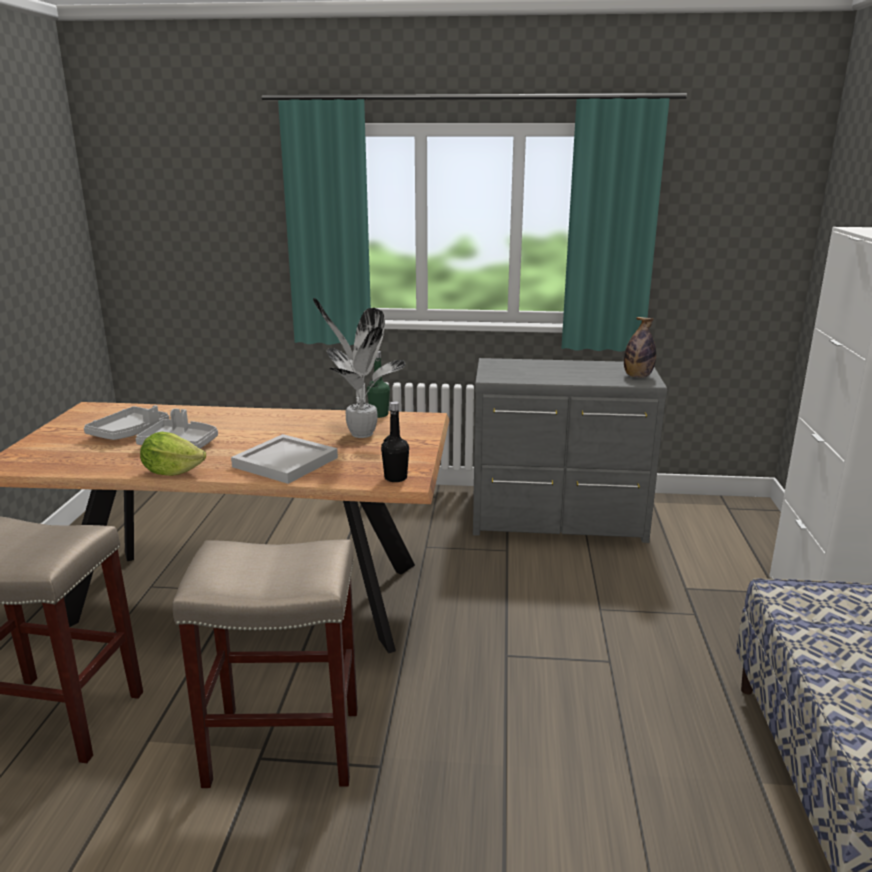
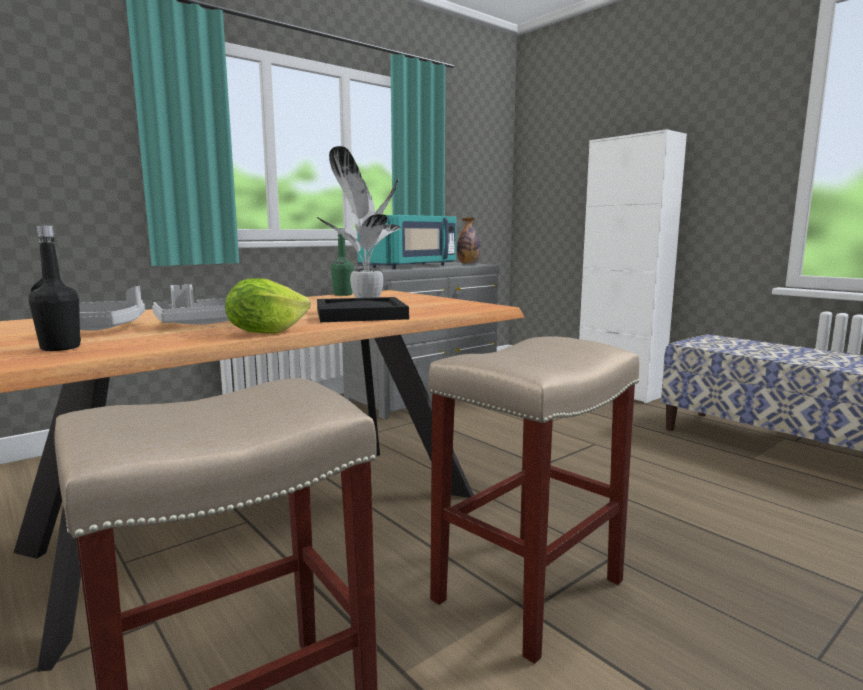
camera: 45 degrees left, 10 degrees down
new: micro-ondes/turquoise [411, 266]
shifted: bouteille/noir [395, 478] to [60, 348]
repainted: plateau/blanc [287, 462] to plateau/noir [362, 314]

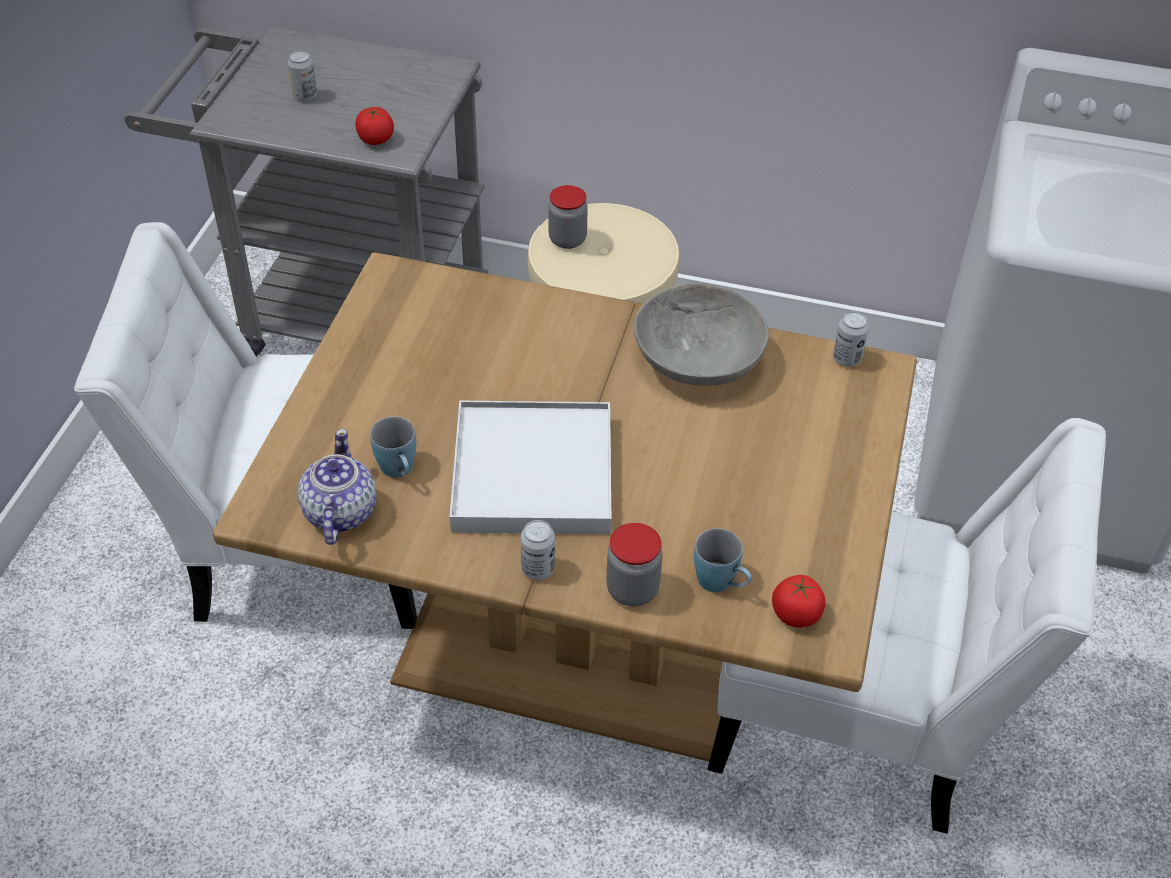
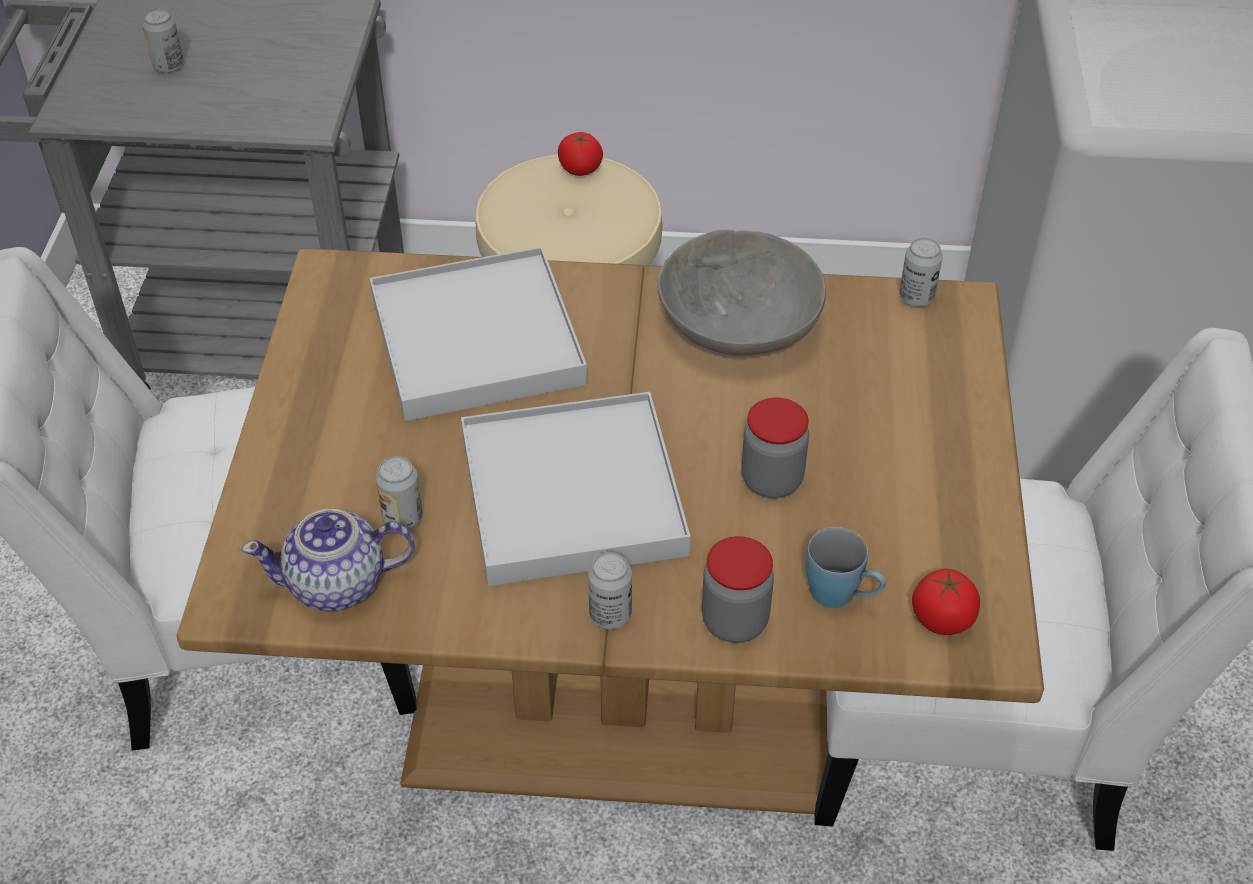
camera: 10 degrees left, 0 degrees up
new: plateau/blanc [477, 341]
shifted: tomate [375, 139] to [580, 169]; bocal [567, 239] to [771, 480]
swapped: mug/bleu [399, 471] to boîte métallique [403, 518]
rotated: théière [339, 513] = [338, 584] 90 degrees counterclockwise

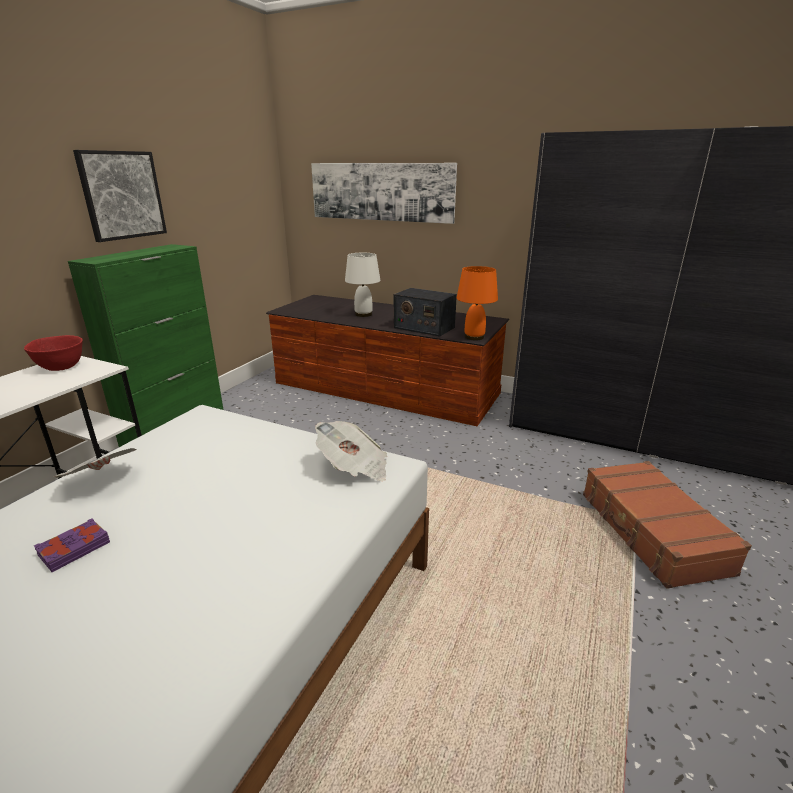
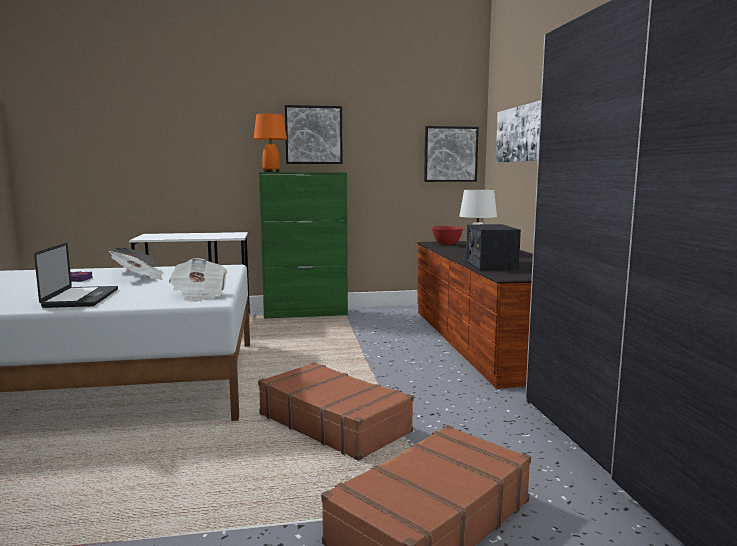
camera: 55 degrees right, 15 degrees down
new: ordinateur portable [81, 298]; journal [138, 279]; valise/marron [334, 423]; tableau [450, 154]
shifted: bol/rouge [61, 367] to [446, 244]; lampe de table/orange [473, 337] to [271, 172]

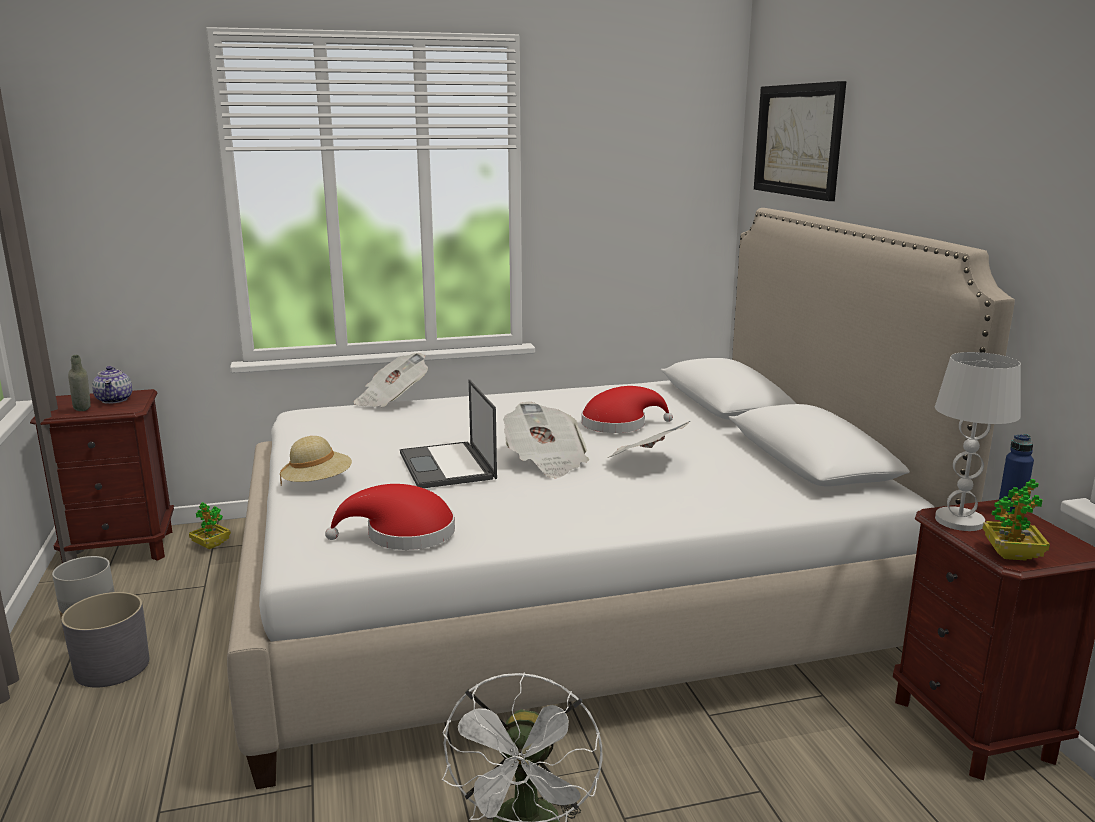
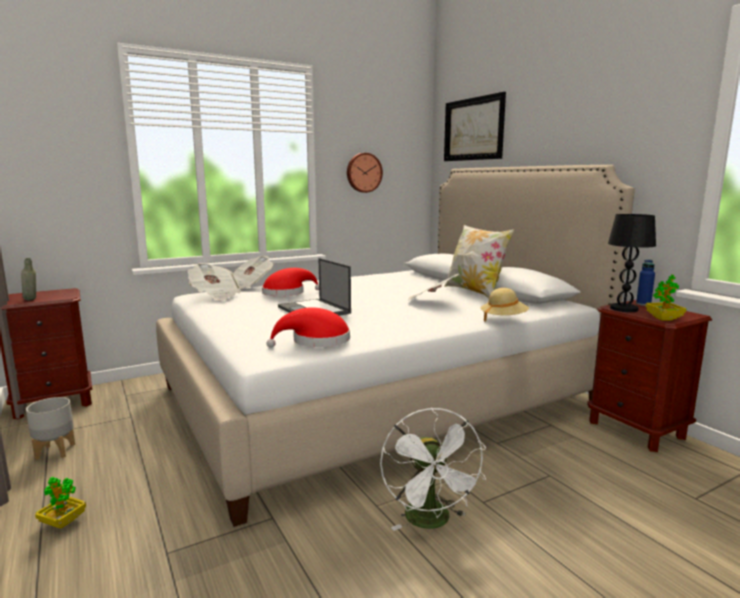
camera: 15 degrees left, 5 degrees down
gone: cache-pot/gris [112, 667]; théière [115, 399]
new: horloge murale [363, 172]; coussin [475, 292]
shifted: plante en pot [211, 545] to [63, 522]; chapeau/beige [317, 483] to [503, 319]; journal [546, 462] to [215, 295]; chapeau/rouge [619, 424] to [287, 293]
repainted: lampe de table/blanc [959, 521] to lampe de table/noir [624, 309]

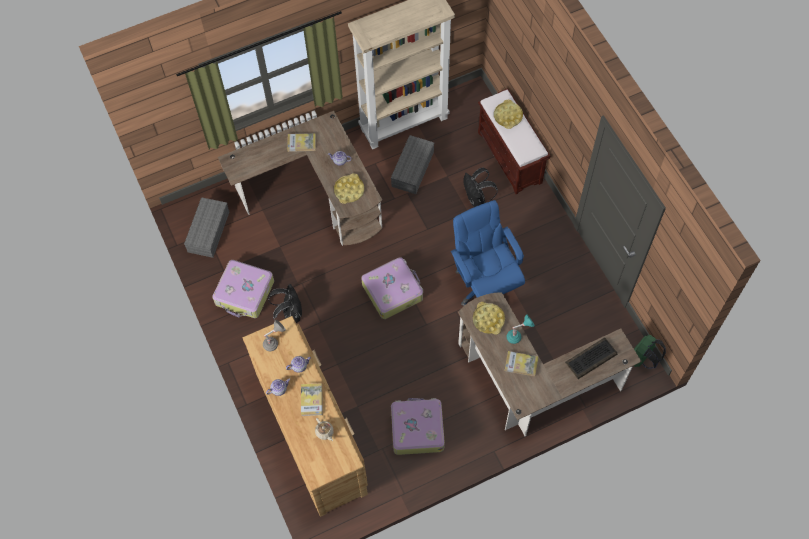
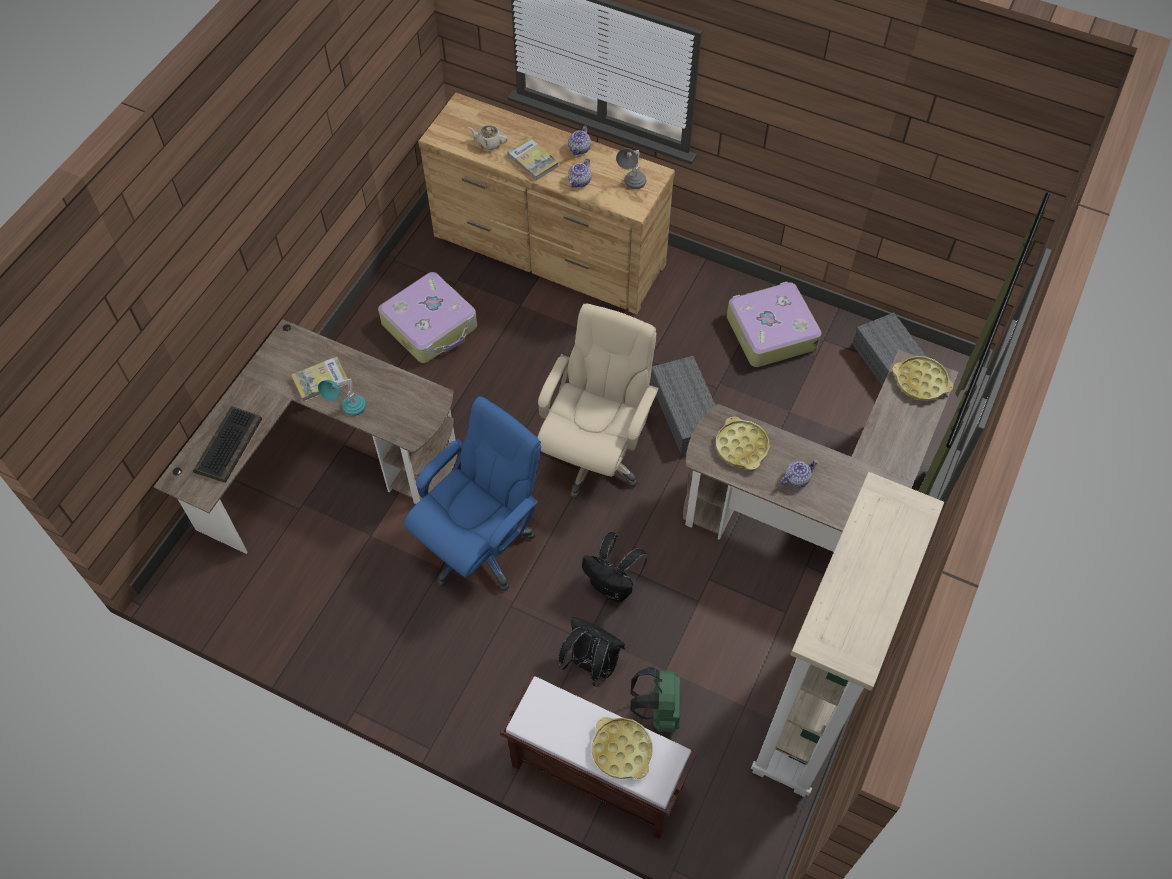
camera: 140 degrees right, 5 degrees down
gone: livre [301, 143]
shifted: sac à dos/noir [290, 314] to [613, 586]; boîte de rangement/gris [412, 168] to [687, 413]; plateau/jaune [488, 319] to [921, 382]; sac à dos/vert [642, 359] to [658, 710]
swapped: valise [393, 291] to chaise de bureau/beige [595, 454]
rotated: chaise de bureau/bleu [485, 284] = [480, 545] 75 degrees counterclockwise

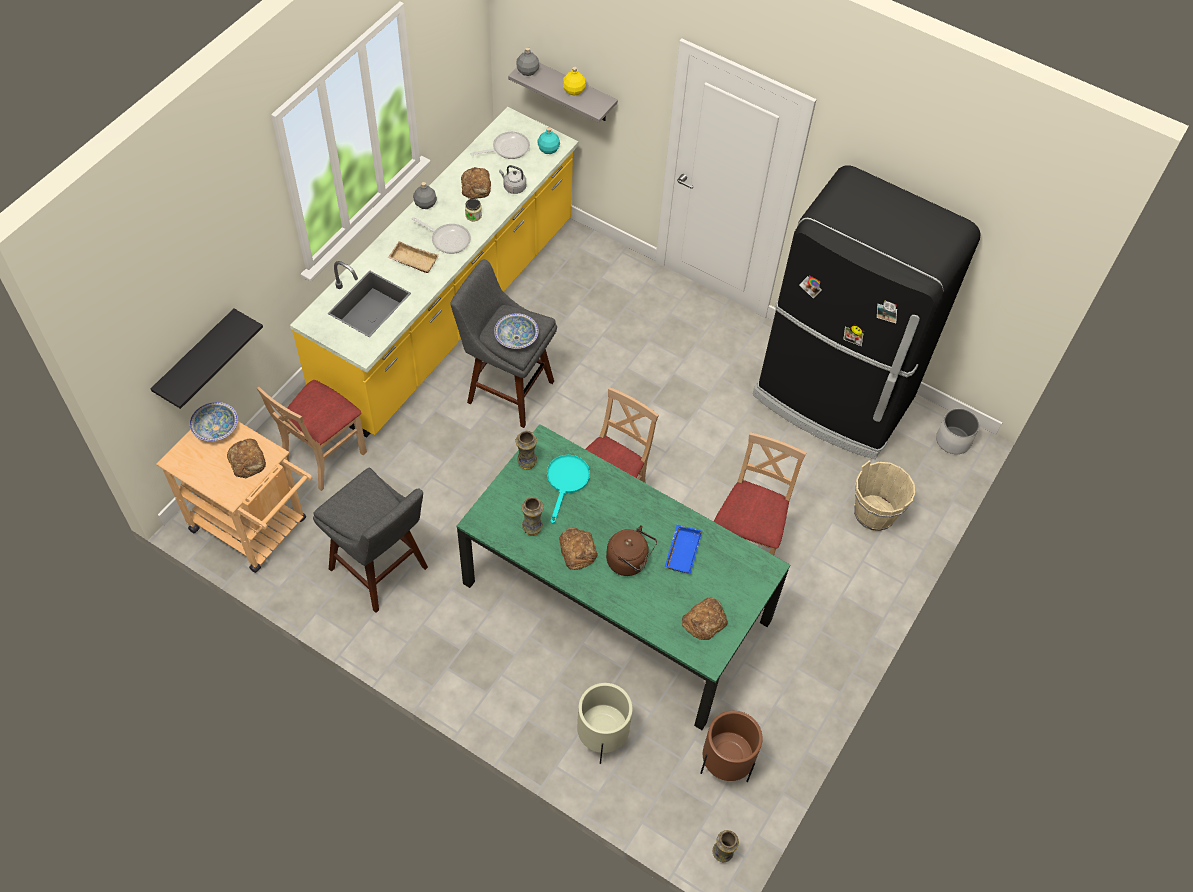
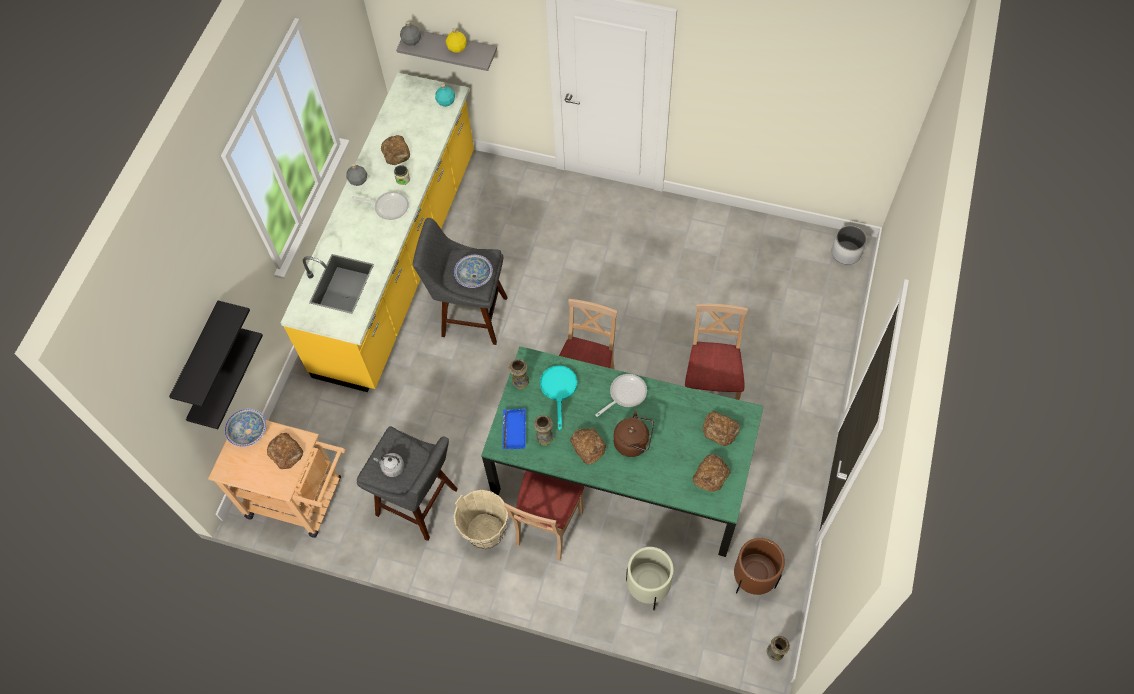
camera: 10 degrees left, 5 degrees up
gone: plateau/beige [412, 261]; réfrigérateur/noir [833, 398]
new: étagère/noir [199, 355]; pain [720, 430]
shifted: chaise/beige [323, 456] to [547, 526]; poêle [507, 149] to [625, 394]; bouilloire/gris [513, 187] to [392, 467]; plateau/bleu [681, 550] to [513, 430]; seau/beige [874, 513] to [485, 531]

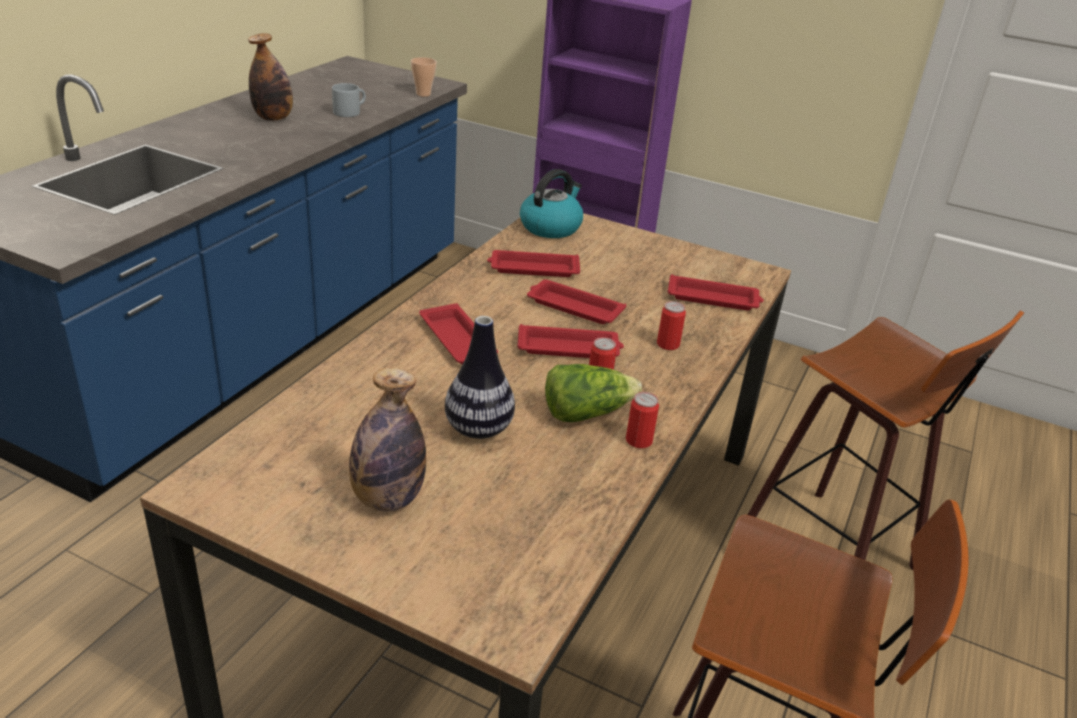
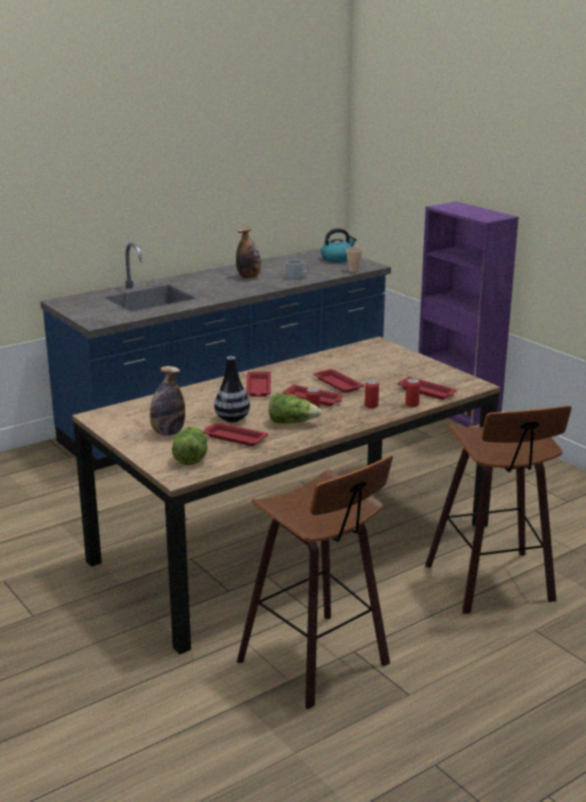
camera: 30 degrees right, 10 degrees down
new: laitue [190, 457]
shifted: plateau/rouge [533, 269] to [234, 438]; bouilloire [551, 227] to [337, 259]; boîte métallique [639, 440] to [412, 404]

